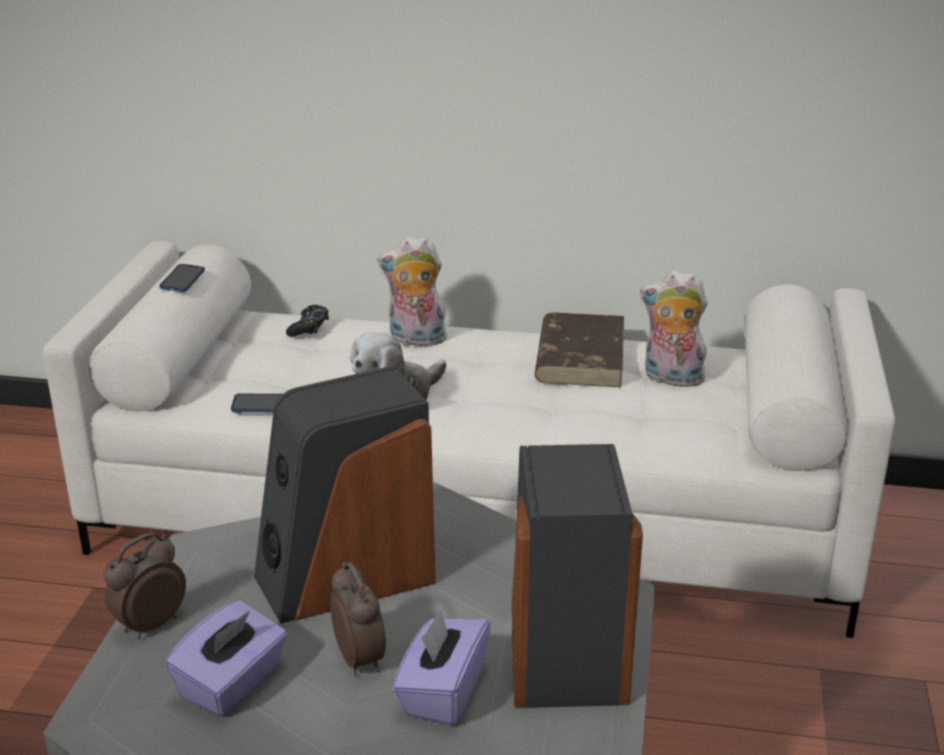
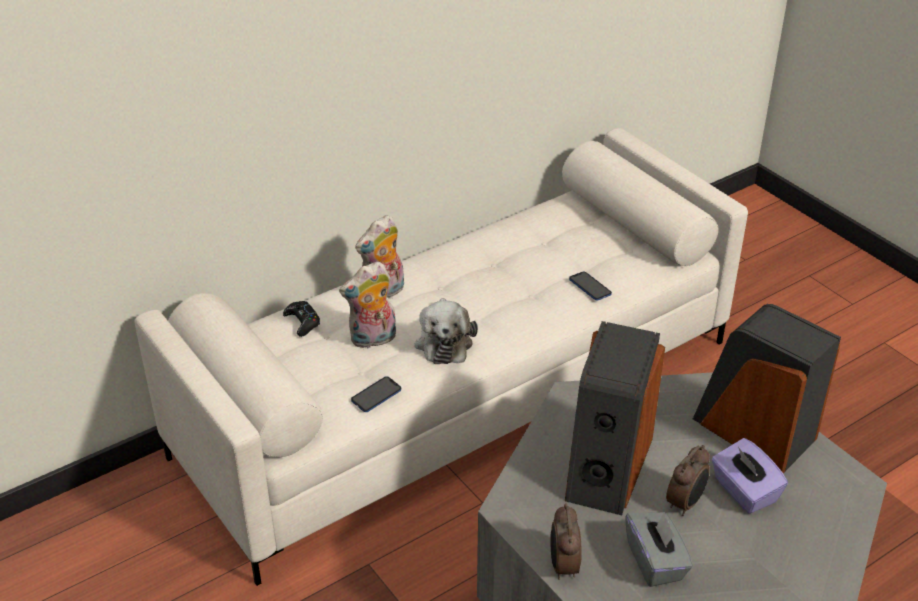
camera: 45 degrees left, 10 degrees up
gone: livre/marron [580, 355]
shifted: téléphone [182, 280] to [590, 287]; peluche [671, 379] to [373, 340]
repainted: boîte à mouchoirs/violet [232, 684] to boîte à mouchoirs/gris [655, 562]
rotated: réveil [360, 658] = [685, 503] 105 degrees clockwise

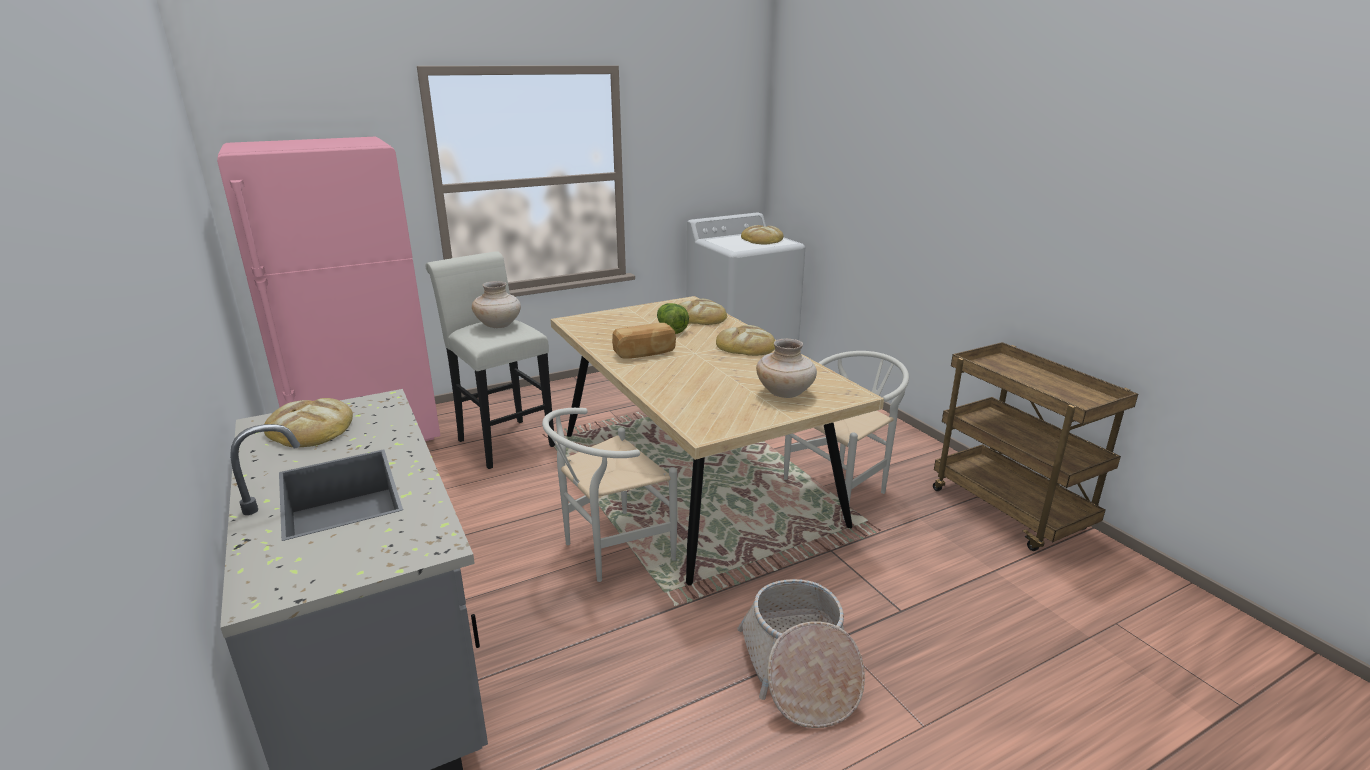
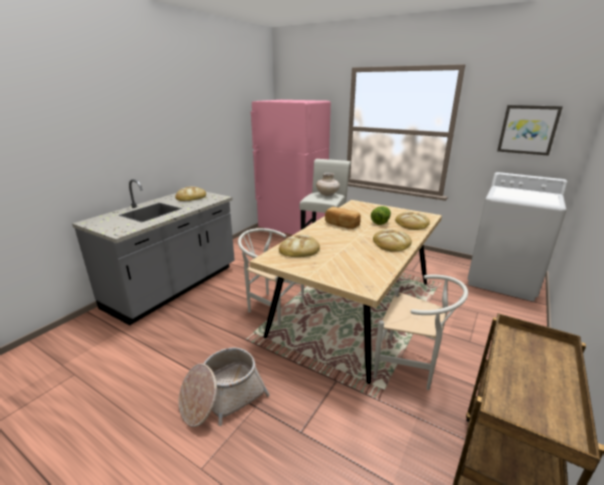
camera: 60 degrees right, 0 degrees up
gone: vase/beige [785, 393]
new: tableau [528, 129]
shifted: pain [762, 239] to [299, 249]

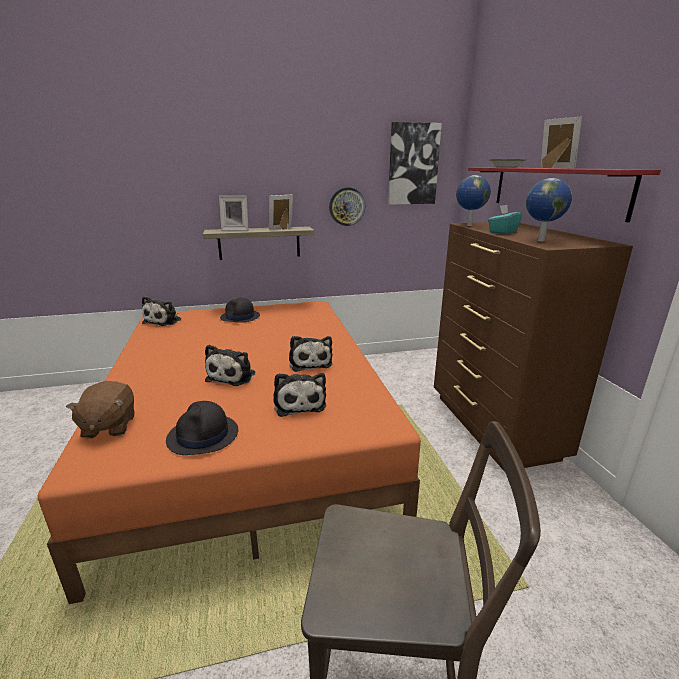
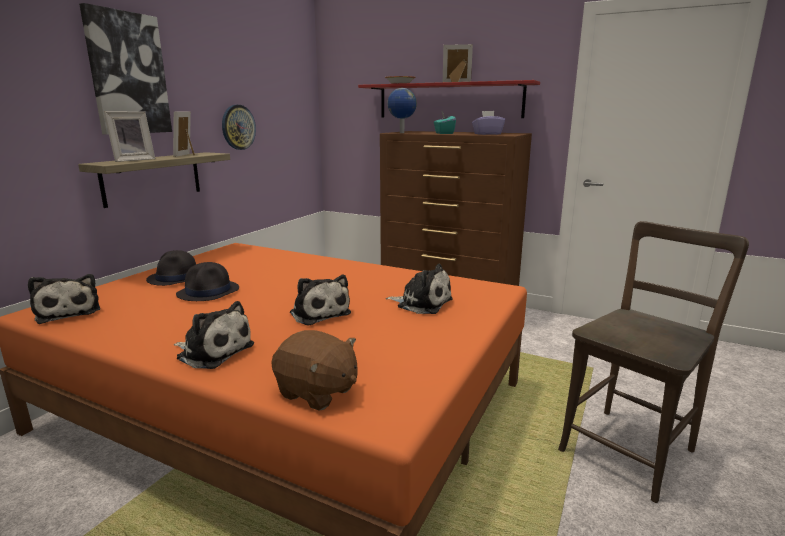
camera: 50 degrees left, 5 degrees down
shifted: chapeau/noir [203, 436] to [209, 292]; peluche [310, 362] to [213, 351]; tableau [413, 164] to [127, 74]
swapped: globe [540, 240] to boîte à mouchoirs/violet [487, 134]

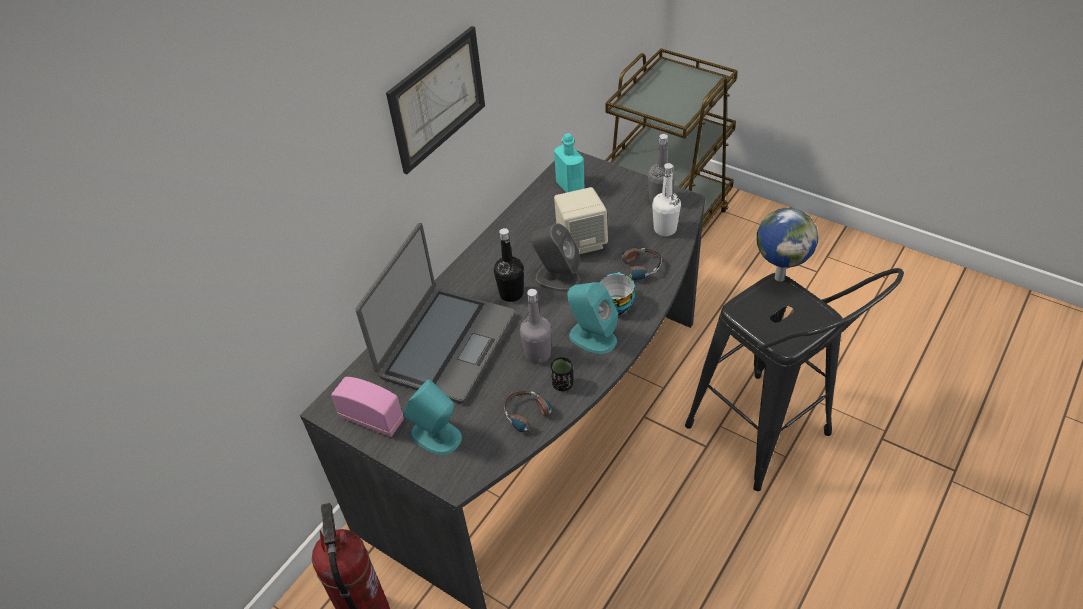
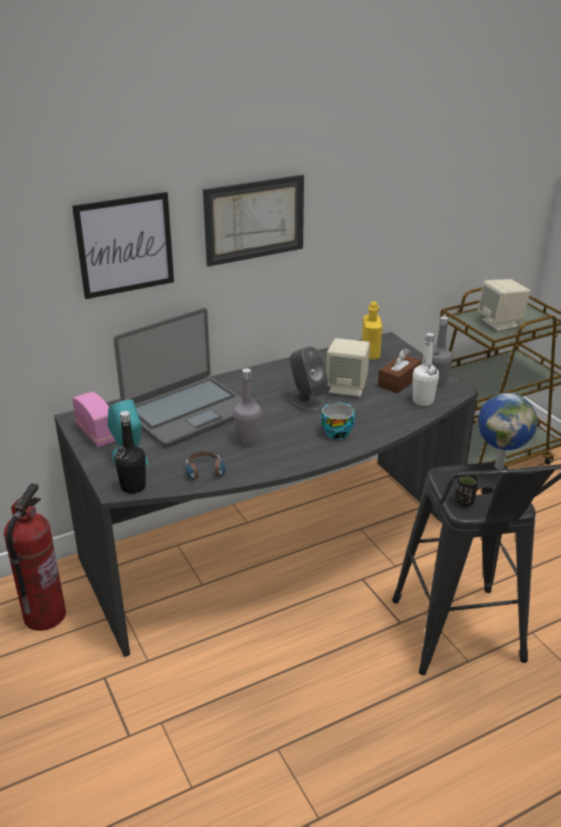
camera: 25 degrees right, 15 degrees down
gone: enceinte/turquoise [592, 337]; casque audio [634, 270]
new: tableau [125, 245]; boîte à mouchoirs/marron [398, 381]; enceinte/beige [500, 323]
shifted: bouteille/noir [511, 294] to [133, 487]; tasse/noir [562, 384] to [464, 501]
repainted: bouteille/turquoise [570, 186] to bouteille/jaune [370, 354]

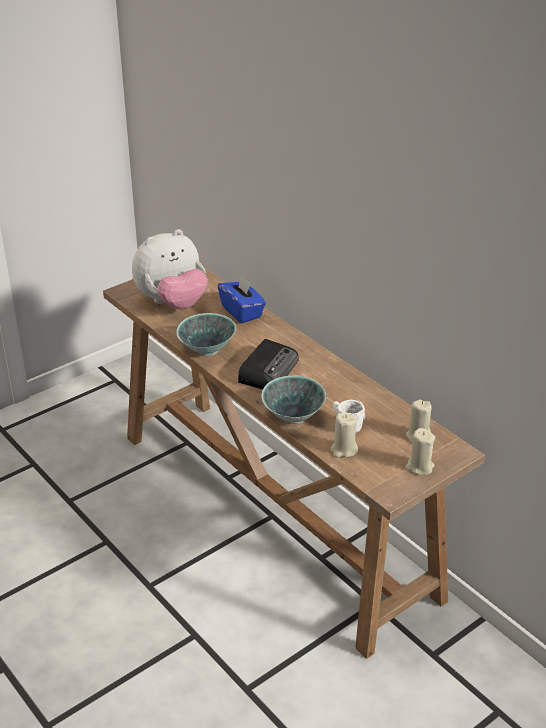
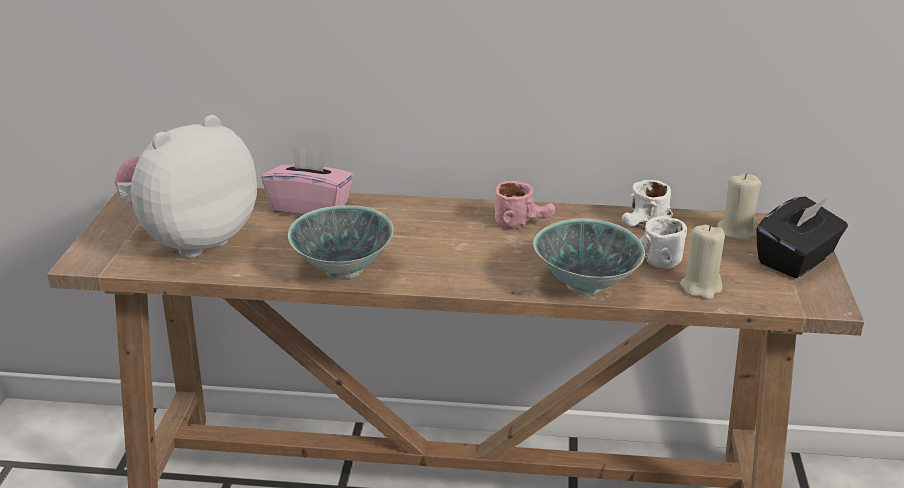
camera: 45 degrees left, 5 degrees down
gone: radio [268, 369]
new: mug/rose [523, 222]; mug/blanc [643, 226]
swapped: bougie/beige [419, 467] to boîte à mouchoirs/noir [796, 259]
repainted: boîte à mouchoirs/bleu [242, 312] to boîte à mouchoirs/rose [311, 208]
rotated: peluche [172, 303] = [193, 240] 150 degrees counterclockwise

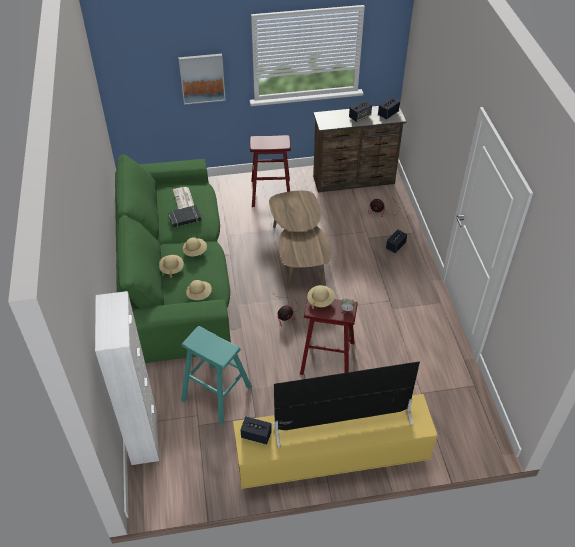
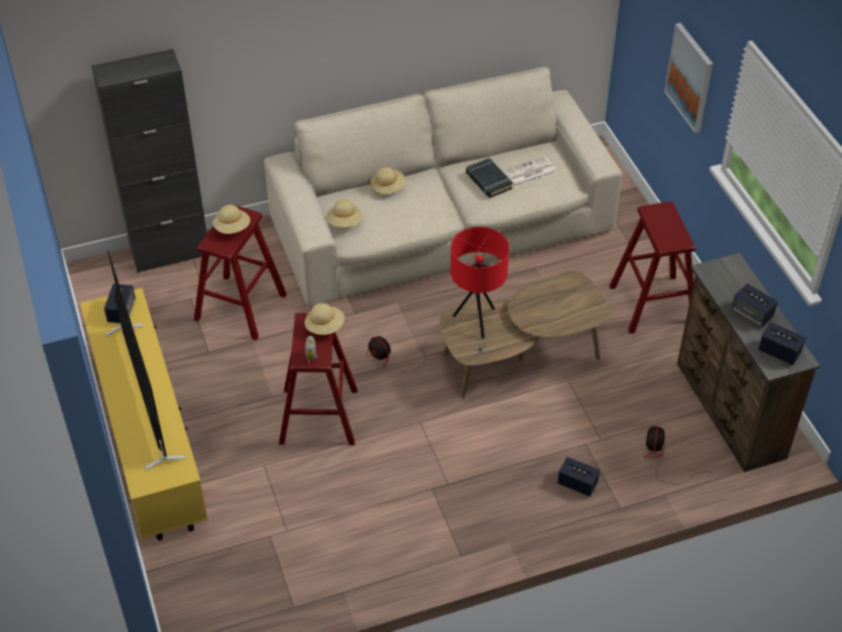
camera: 80 degrees right, 0 degrees up
new: lampe de table/rouge [476, 323]
shifted: chapeau/beige [195, 251] to [232, 228]
repainted: meuble de rangement/blanc [144, 436] to meuble de rangement/noir [170, 253]; canapé/vert [175, 273] to canapé/beige [442, 227]; tabouret/turquoise [216, 393] to tabouret/rouge [240, 307]

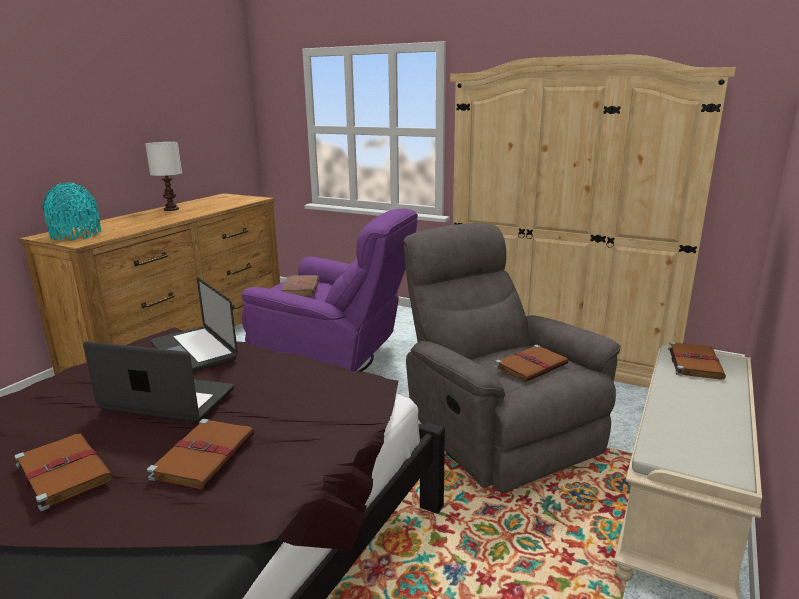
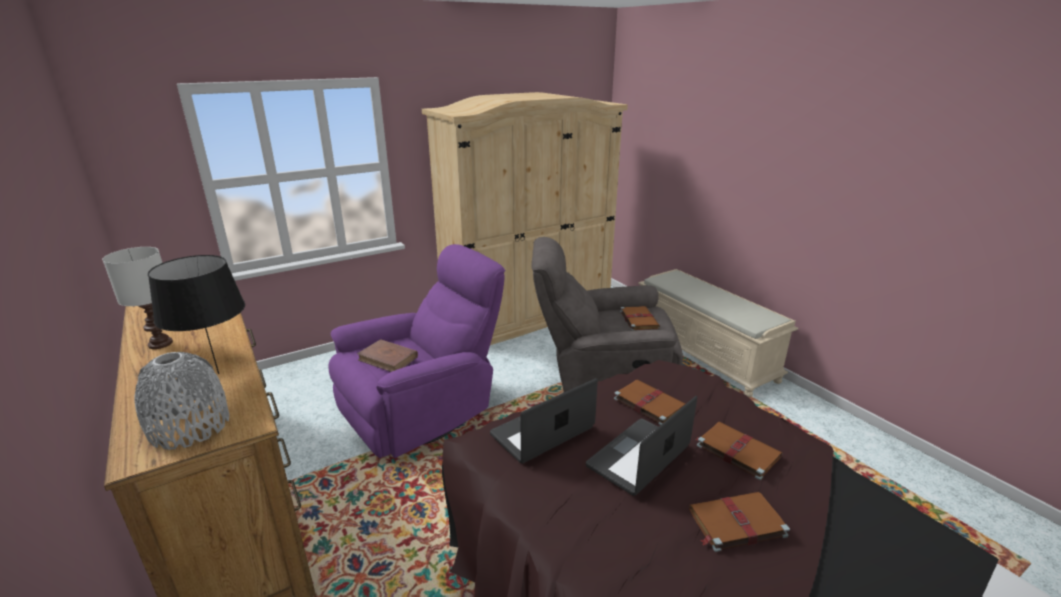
camera: 60 degrees left, 5 degrees up
new: lampe de table/noir [218, 373]
shifted: livre/marron [694, 362] to [648, 403]
repainted: vase/turquoise [76, 235] to vase/gris [190, 426]
rotated: ordinateur portable [193, 351] = [542, 431] 150 degrees clockwise

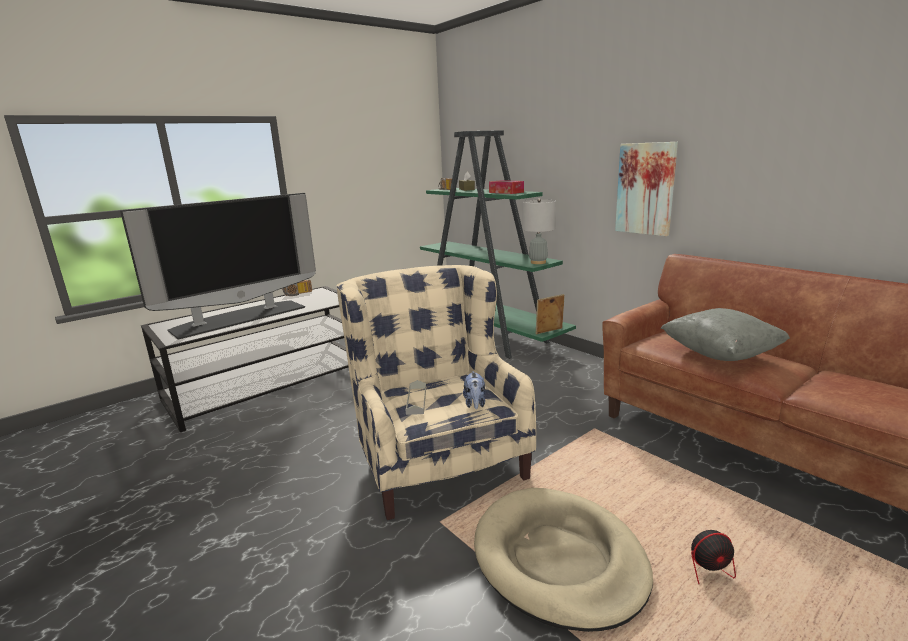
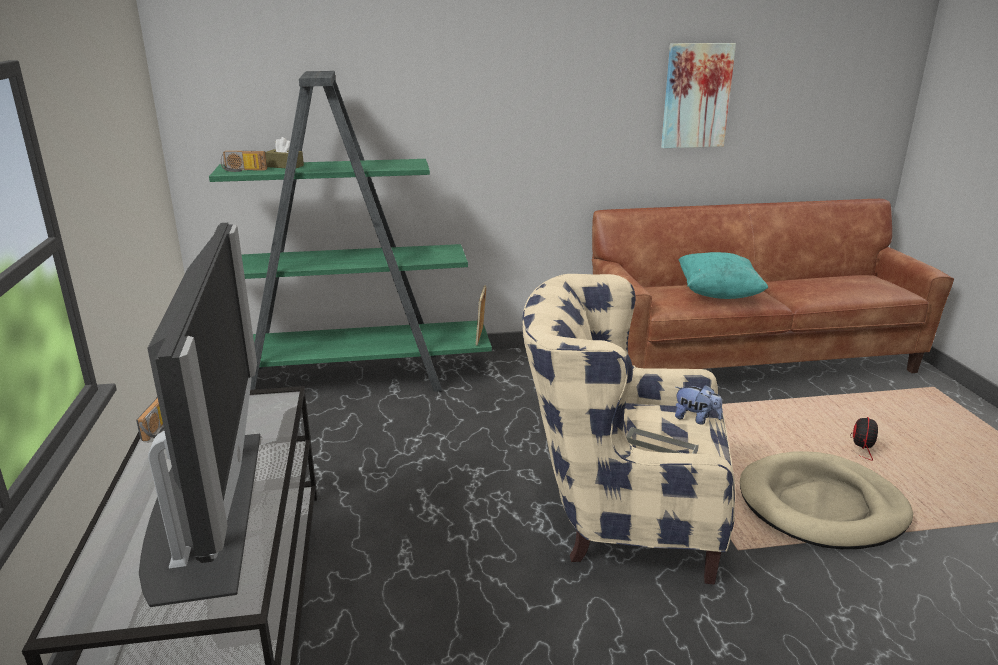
camera: 60 degrees left, 5 degrees up
gone: boîte à mouchoirs [506, 192]; lampe de table/gris [538, 262]
shifted: tableau [645, 189] to [696, 96]
repainted: coussin/gris [720, 354] to coussin/turquoise [718, 294]

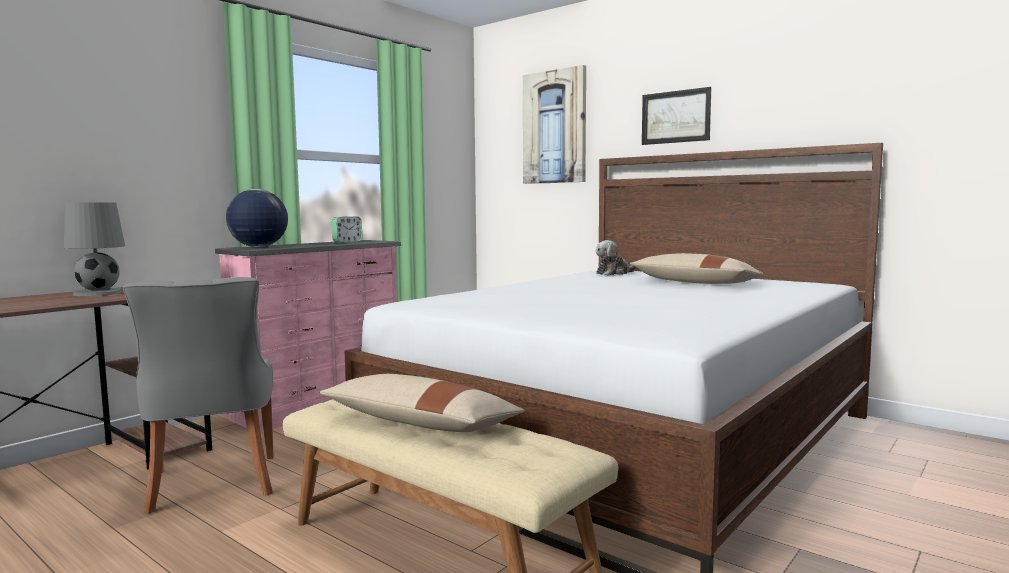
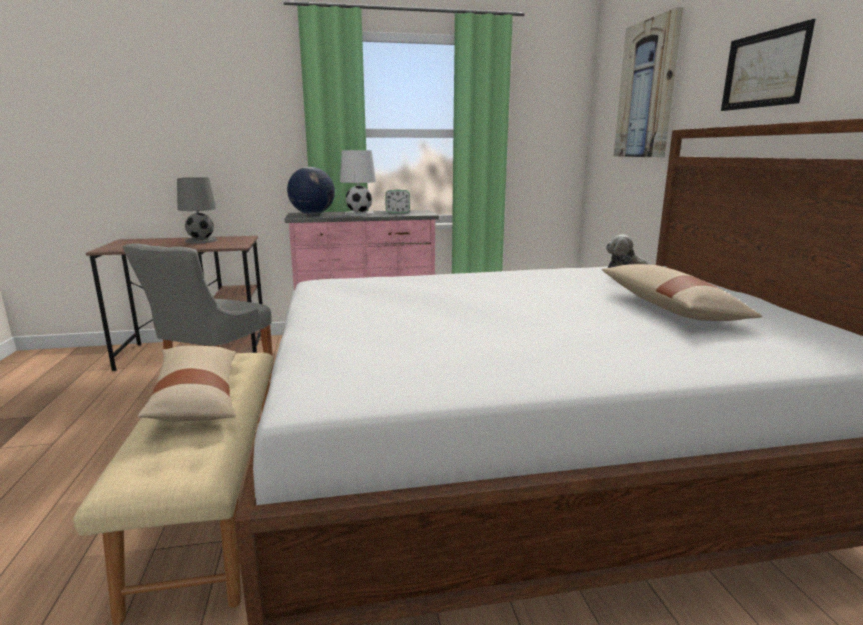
camera: 40 degrees right, 10 degrees up
new: lampe de table/blanc [359, 214]

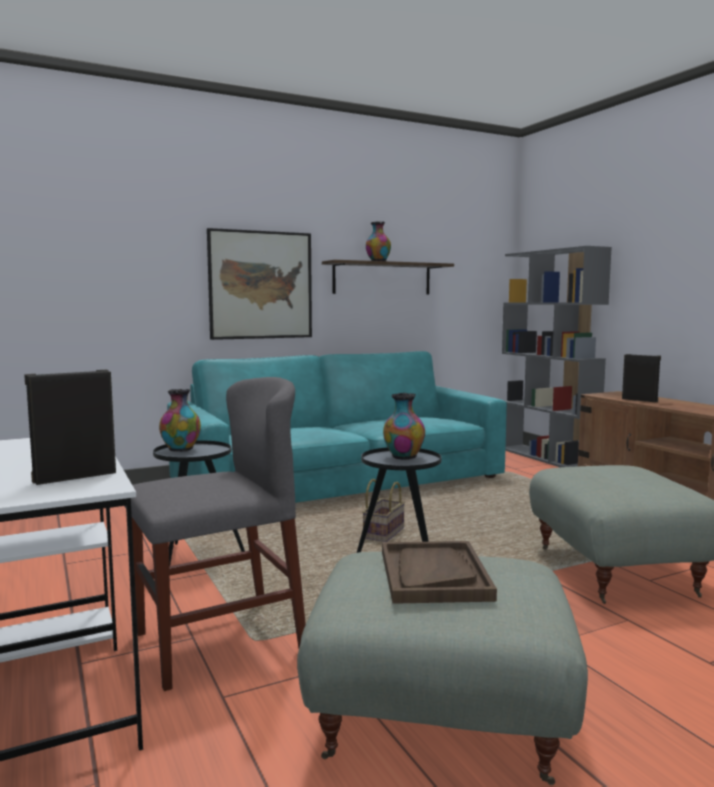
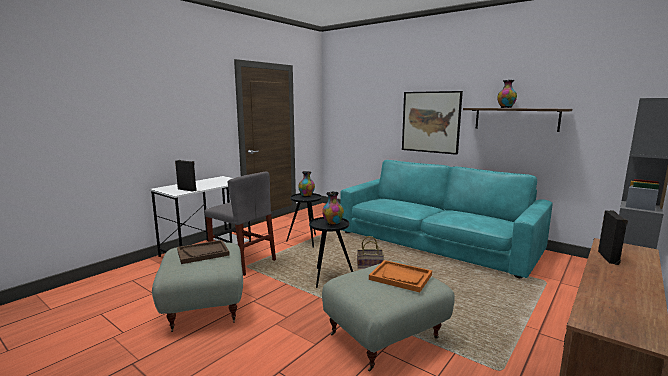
camera: 65 degrees right, 5 degrees up
new: plateau/orange [400, 277]

